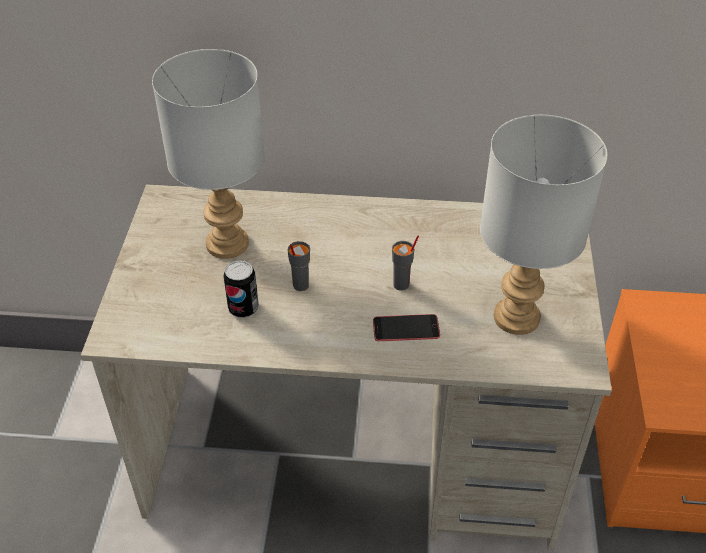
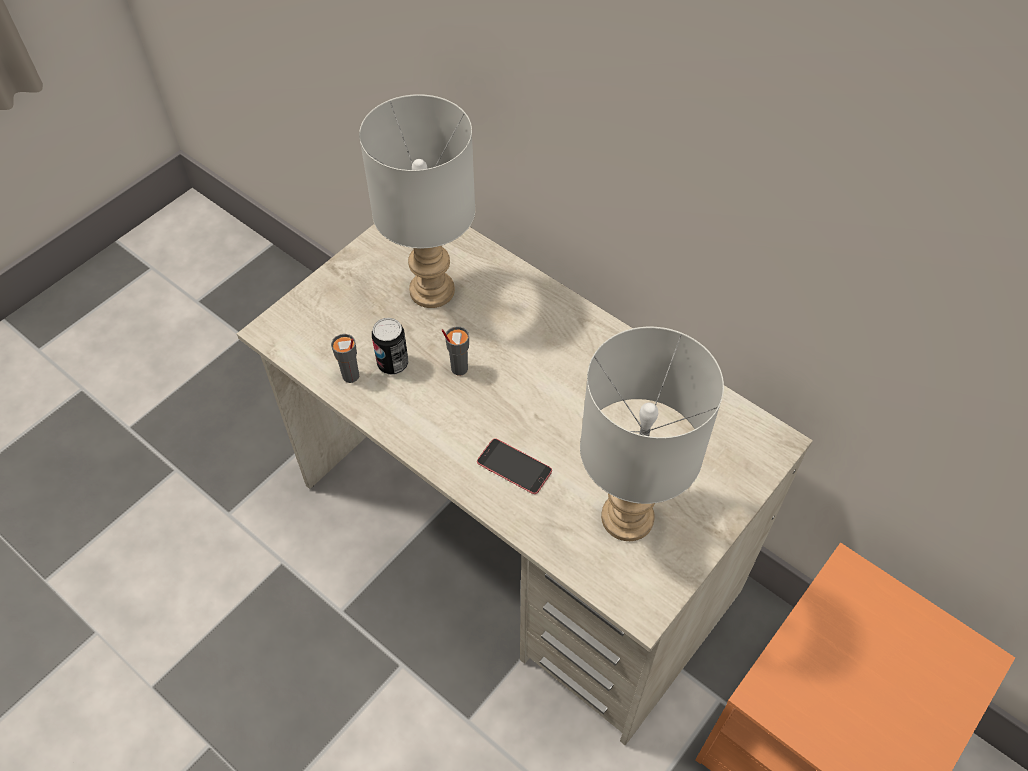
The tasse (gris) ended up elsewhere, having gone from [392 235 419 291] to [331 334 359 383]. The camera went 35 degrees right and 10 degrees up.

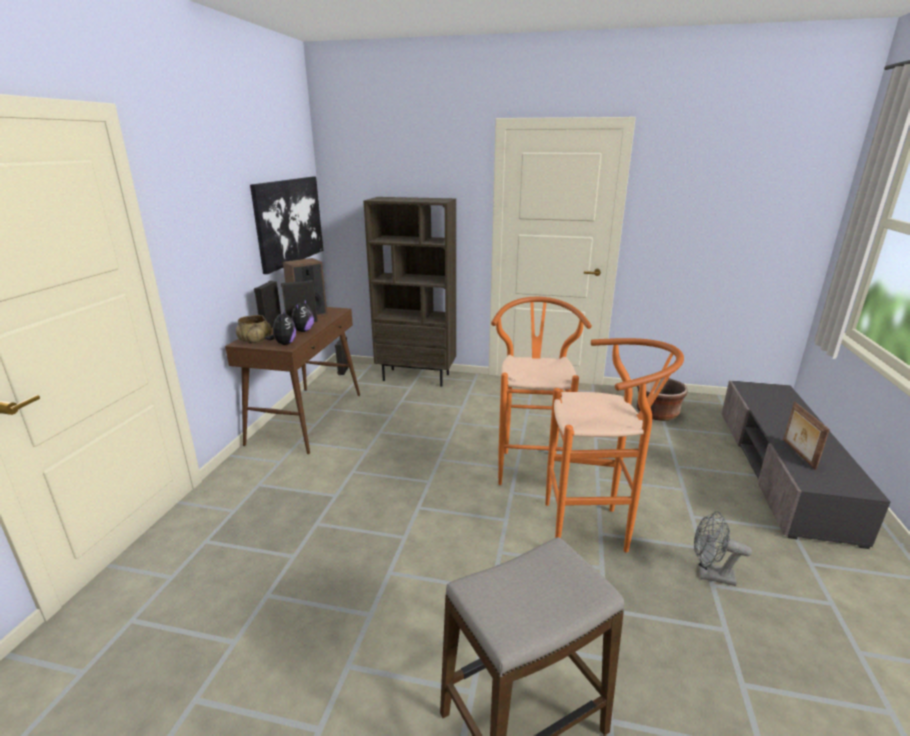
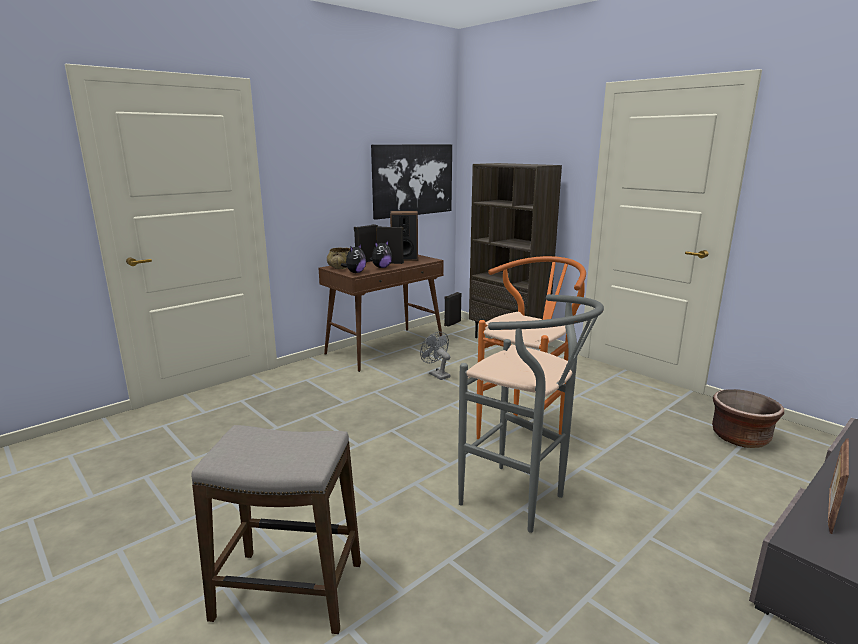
What was the tabouret (orange) at [545 338 684 553] turned into the tabouret (gris) at [458 294 604 533]. The ventilateur (gris) ended up elsewhere, having gone from [694 511 752 586] to [420 332 451 380]. The camera went 35 degrees right and 5 degrees down.

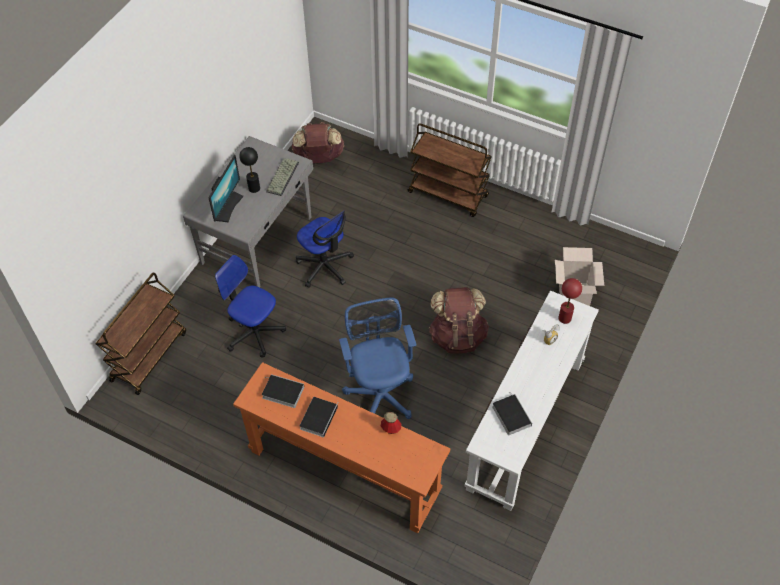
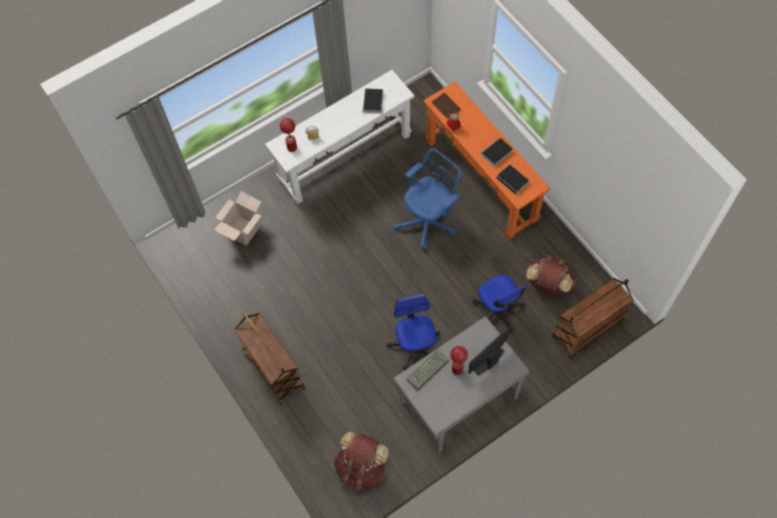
What was the lampe de table (noir) at [239 147 260 193] turned into the lampe de table (rouge) at [450 346 468 375]. The sac à dos (marron) ended up elsewhere, having gone from [429 287 489 354] to [526 255 575 296]. The chaise de bureau (bleu) at [339 298 416 419] ended up facing another way, 150 degrees counterclockwise from before. The second view gained the livre (marron) at [432 93 460 119]. The camera went 150 degrees left and 10 degrees up.

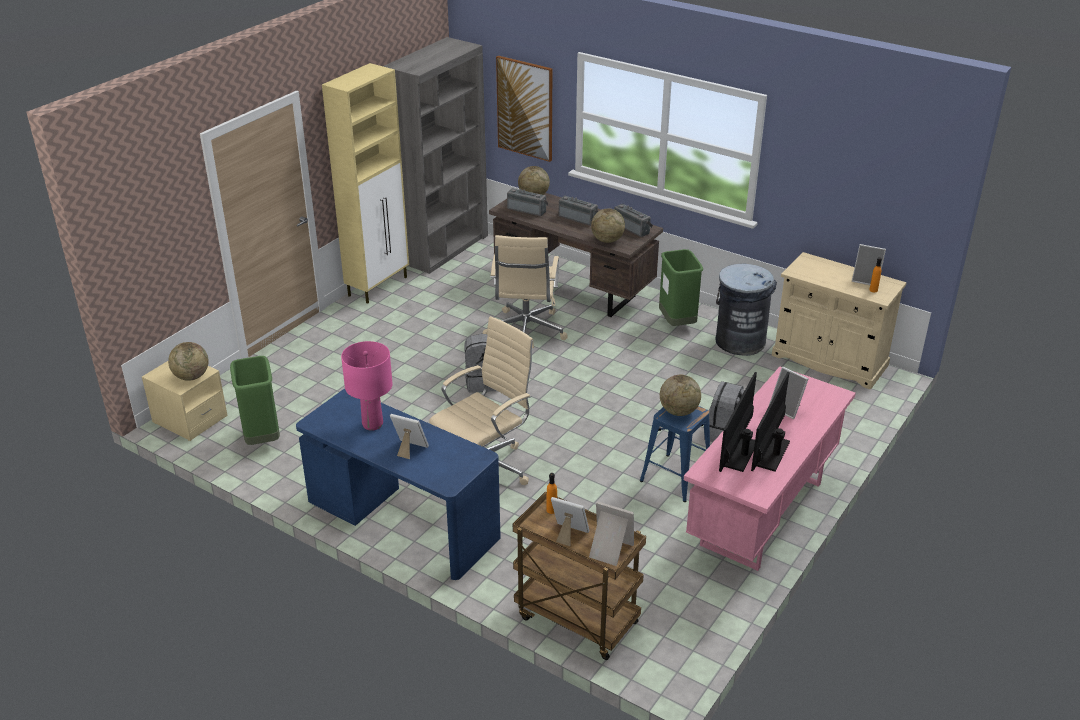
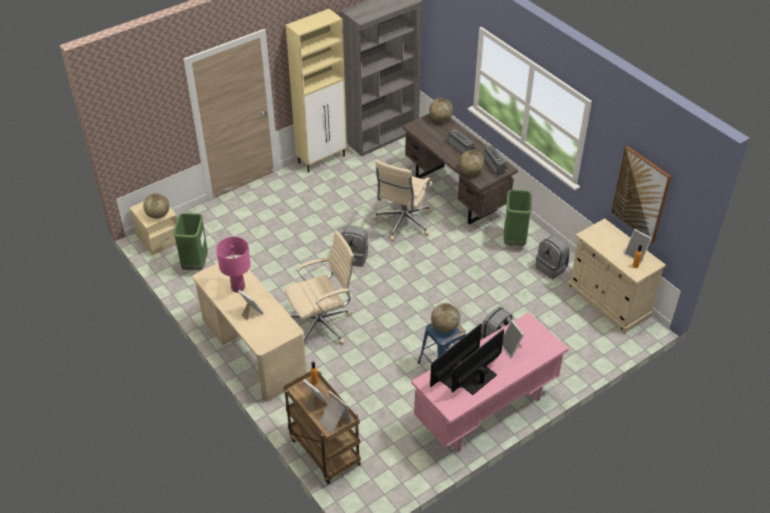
The tableau ended up elsewhere, having gone from [496 56 552 162] to [611 146 671 243]. The second view lost the radio at [507 188 548 216]. Where the poubelle (gris) stood at [716 264 777 356], the sac à dos (gris) came to stand at [535 235 570 279]. What was the bureau (bleu) at [296 389 501 580] turned into the bureau (beige) at [193 255 307 401]. The camera went 20 degrees right and 10 degrees up.

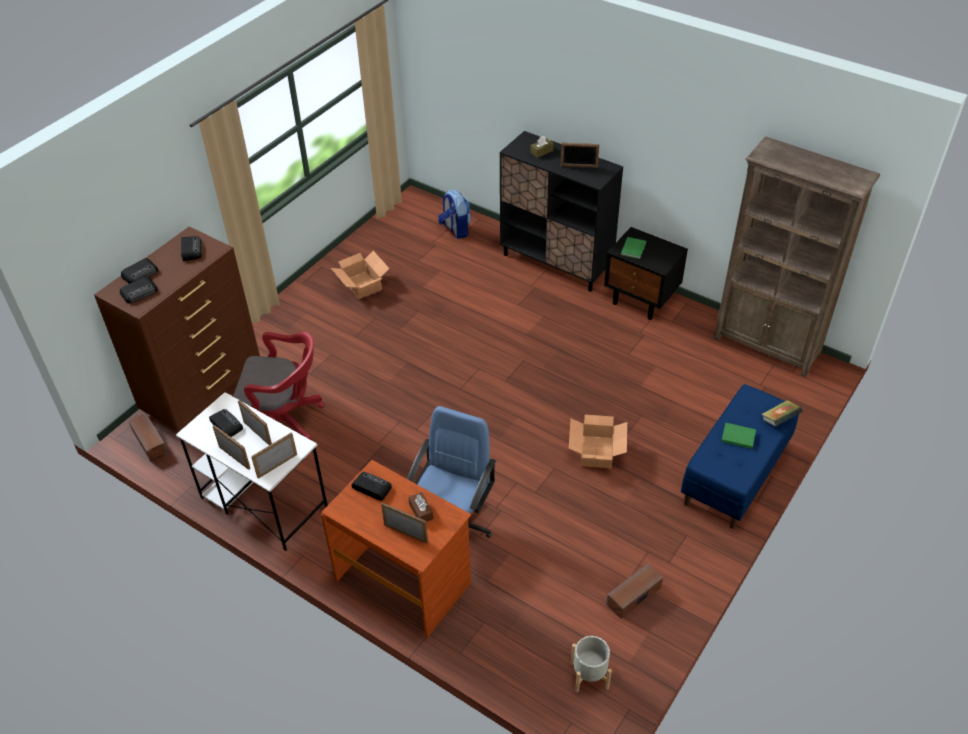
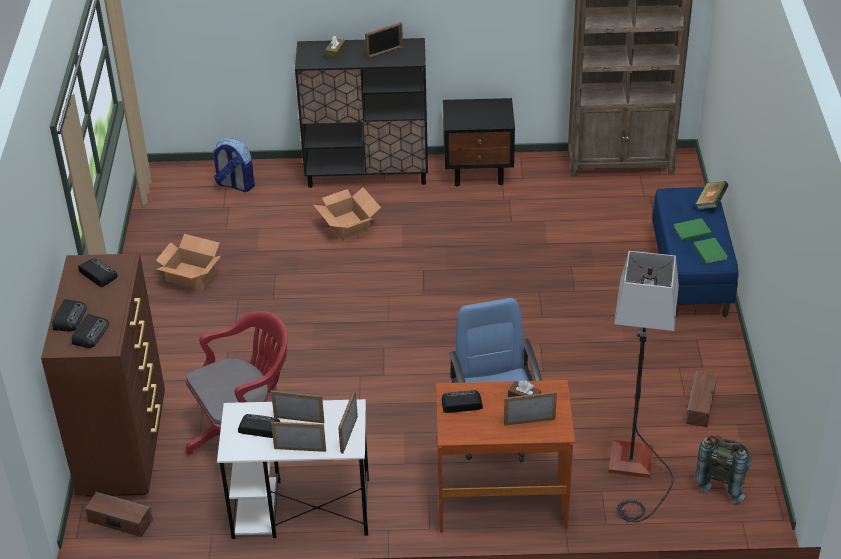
The livre (vert) ended up elsewhere, having gone from [621 237 646 259] to [693 238 728 264]. The carton ended up elsewhere, having gone from [569 415 627 468] to [314 187 381 242]. Where the cache-pot (gris) stood at [571 636 612 692], the sac à dos (gris) came to stand at [695 435 752 503]. The second view gained the lampadaire at [609 251 679 522]. The camera went 35 degrees left and 5 degrees down.

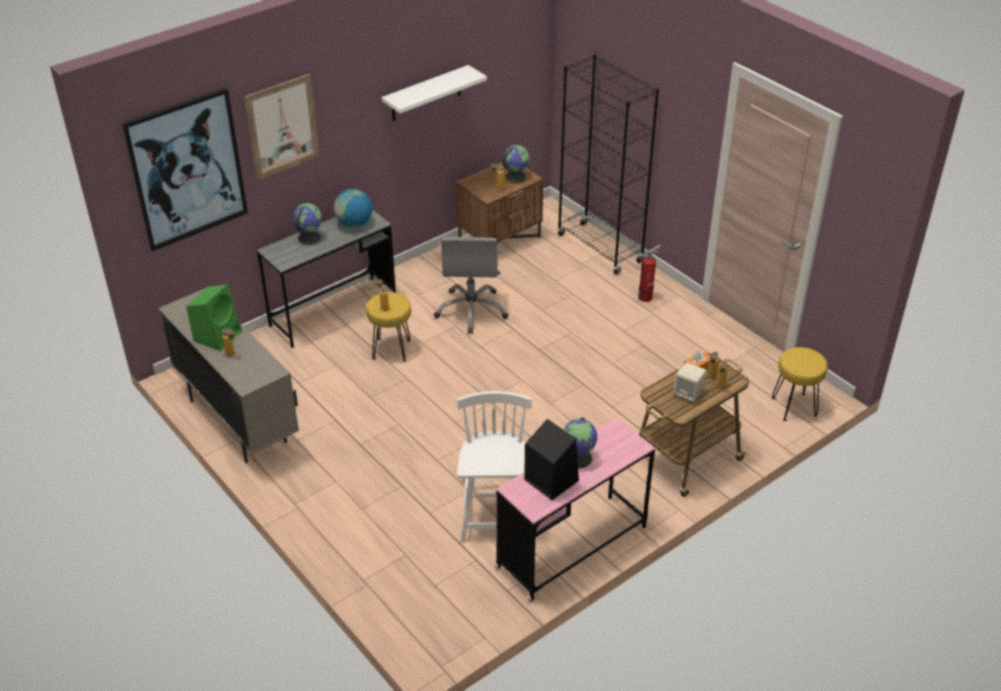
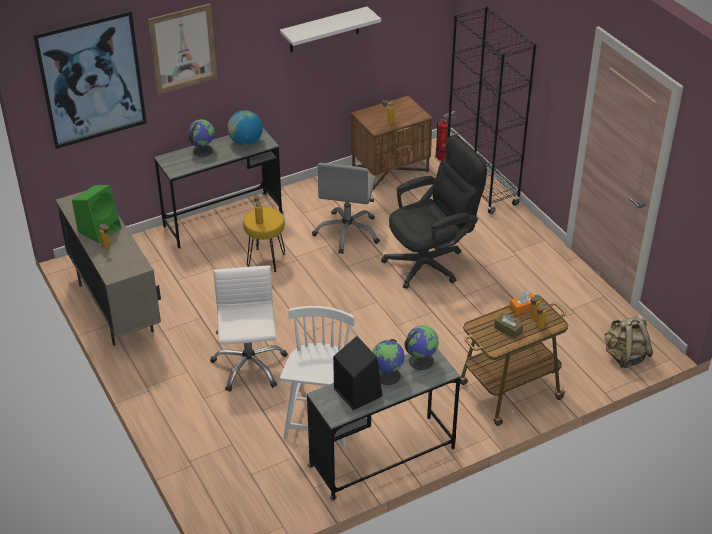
The globe ended up elsewhere, having gone from [502 145 530 183] to [405 325 439 370]. The extincteur ended up elsewhere, having gone from [638 245 661 302] to [435 111 456 160]. Where the tabouret (jaune) stood at [772 347 828 421], the sac à dos (beige) came to stand at [604 315 653 368]. Where the enceinte (beige) stood at [673 363 706 402], the boîte à mouchoirs (marron) came to stand at [494 313 523 339]. What was the bureau (rose) at [495 418 655 602] turned into the bureau (gris) at [307 349 461 501]. The second view gained the chaise de bureau (noir) at [381 135 487 289]. The second view gained the chaise de bureau (blanc) at [210 266 288 392]. The camera went 10 degrees right and 0 degrees up.

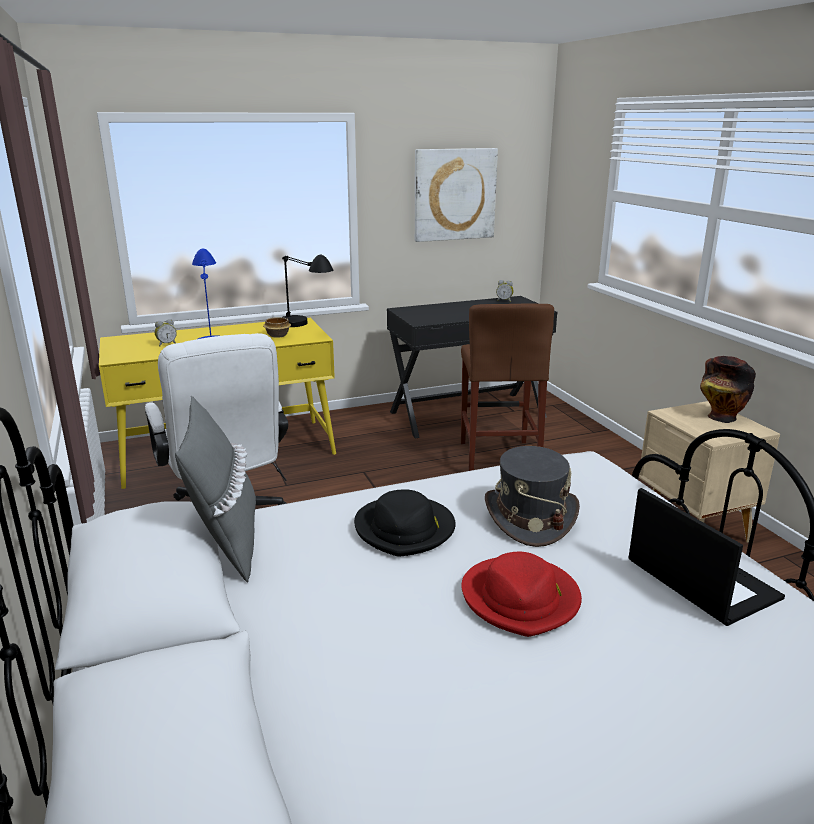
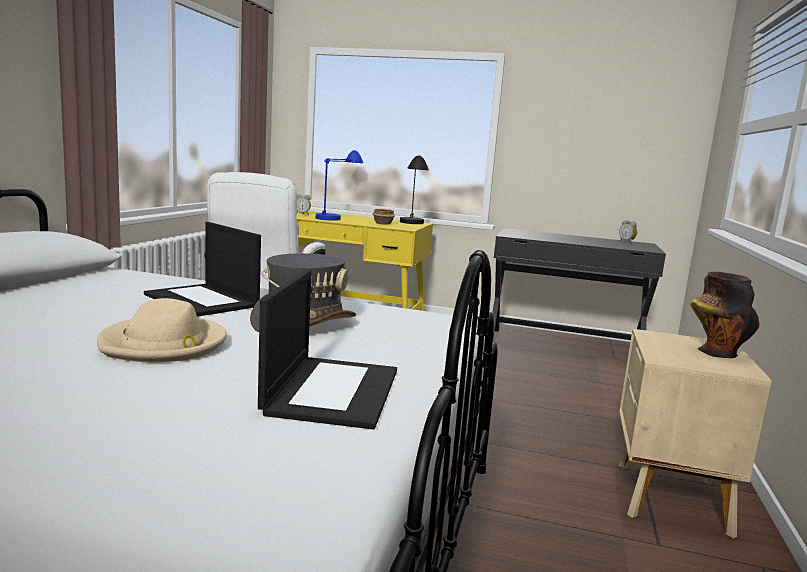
The second view lost the tableau at [415 148 498 242]. The second view lost the tabouret (marron) at [461 304 554 471]. The second view lost the coussin (gris) at [175 396 256 583]. Where the chapeau (noir) stood at [354 489 456 557], the ordinateur portable came to stand at [144 222 261 317]. What was the chapeau (rouge) at [461 552 582 637] turned into the chapeau (beige) at [97 298 227 363]. The camera went 35 degrees right and 10 degrees down.

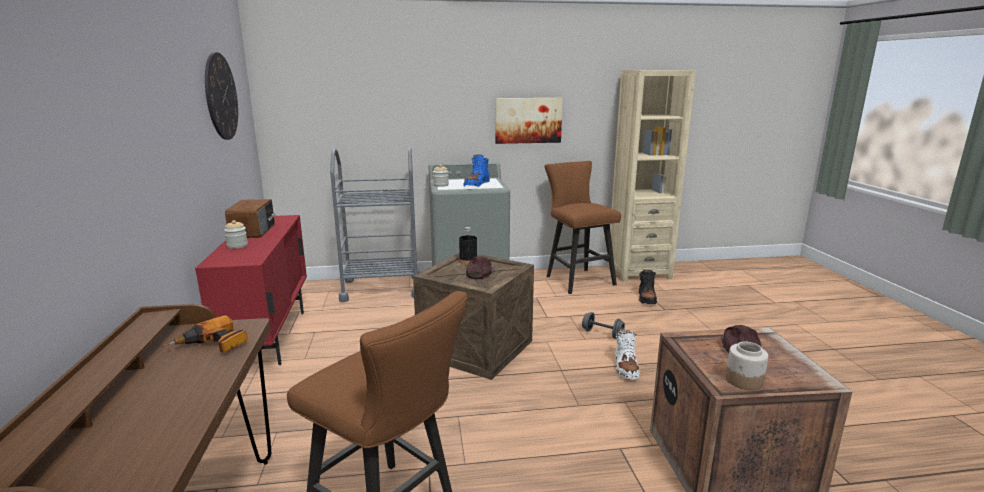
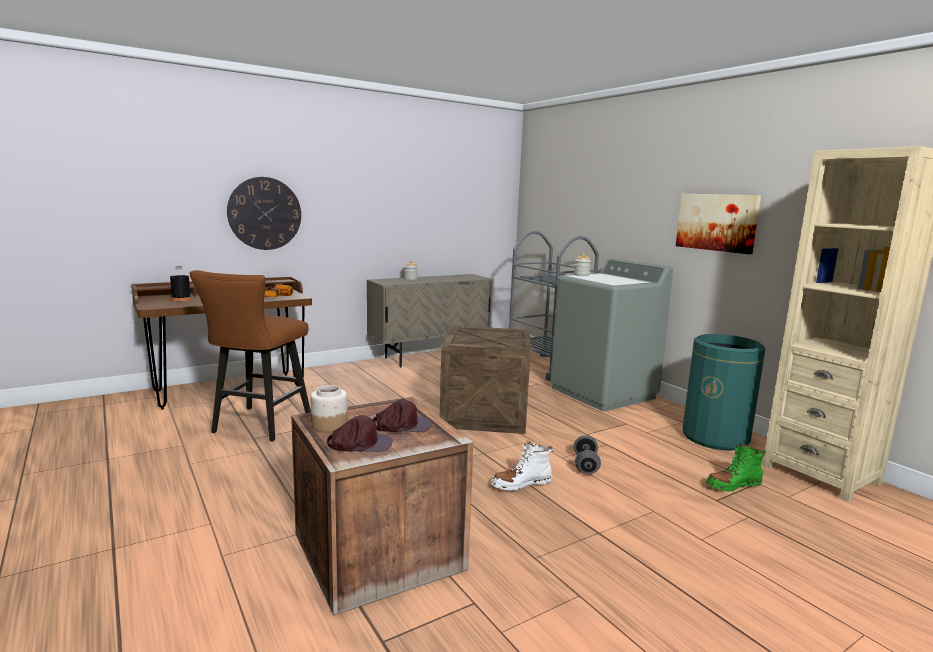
The horloge murale ended up elsewhere, having gone from [205 52 238 140] to [227 177 301 250]. The second view lost the botte (bleu) at [463 154 490 187]. Where the tabouret (marron) stood at [545 161 621 294], the poubelle (vert) came to stand at [683 334 765 451]. The second view lost the radio at [225 199 275 238]. What was the meuble de rangement (rouge) at [195 215 307 365] turned into the meuble de rangement (beige) at [366 274 493 368]. The bouteille (noir) ended up elsewhere, having gone from [459 227 477 264] to [170 266 191 302]. The casquette (marron) ended up elsewhere, having gone from [466 256 495 279] to [327 415 392 452]. What was the botte (noir) at [639 270 657 304] turned into the botte (vert) at [705 443 766 492]. The camera went 65 degrees right and 5 degrees down.

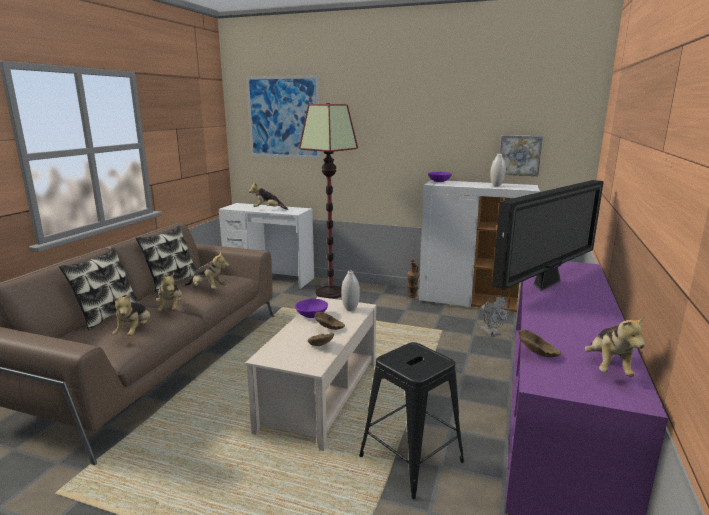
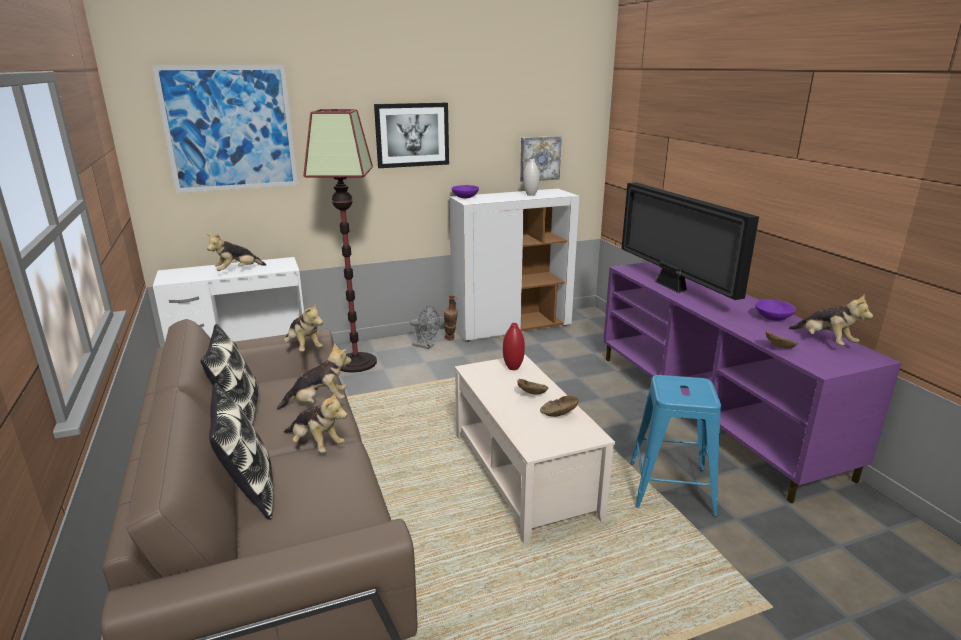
The téléviseur at [492 180 604 291] ended up facing another way, 150 degrees clockwise from before. What was the vase (blanc) at [341 271 360 311] turned into the vase (rouge) at [503 323 525 370]. The peluche ended up elsewhere, having gone from [113 293 150 336] to [284 302 323 352]. The ventilateur (gris) ended up elsewhere, having gone from [479 295 510 336] to [410 306 440 349]. The bol (violet) ended up elsewhere, having gone from [295 299 328 318] to [755 299 796 321]. What was the tabouret (noir) at [359 342 464 499] turned into the tabouret (bleu) at [630 375 721 517]. The second view gained the tableau at [374 103 449 168]. The camera went 40 degrees left and 5 degrees up.

